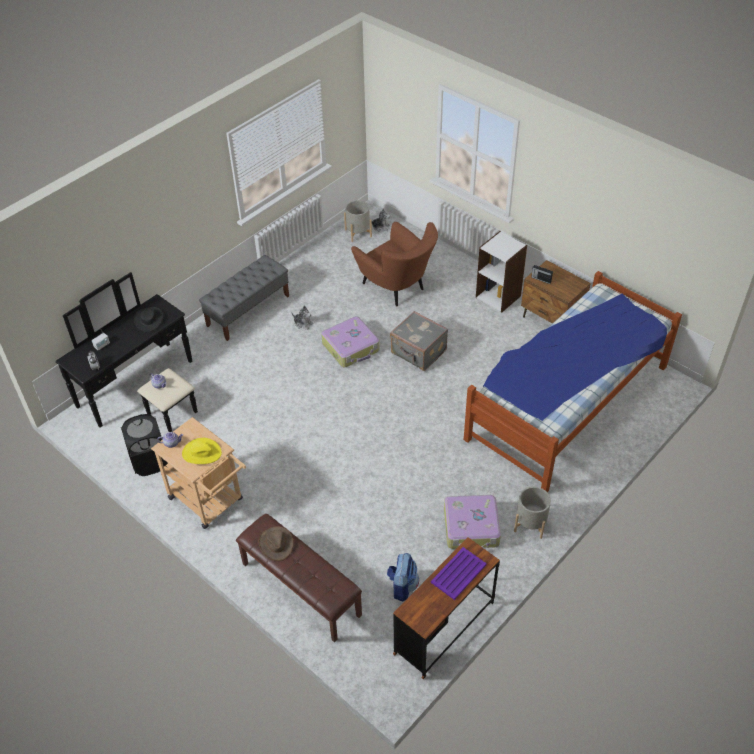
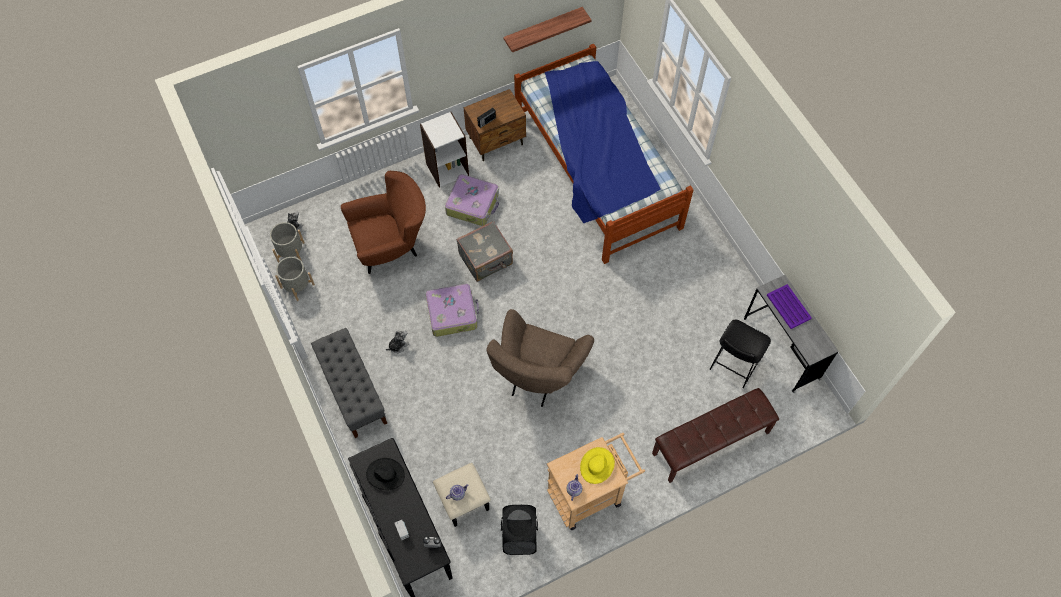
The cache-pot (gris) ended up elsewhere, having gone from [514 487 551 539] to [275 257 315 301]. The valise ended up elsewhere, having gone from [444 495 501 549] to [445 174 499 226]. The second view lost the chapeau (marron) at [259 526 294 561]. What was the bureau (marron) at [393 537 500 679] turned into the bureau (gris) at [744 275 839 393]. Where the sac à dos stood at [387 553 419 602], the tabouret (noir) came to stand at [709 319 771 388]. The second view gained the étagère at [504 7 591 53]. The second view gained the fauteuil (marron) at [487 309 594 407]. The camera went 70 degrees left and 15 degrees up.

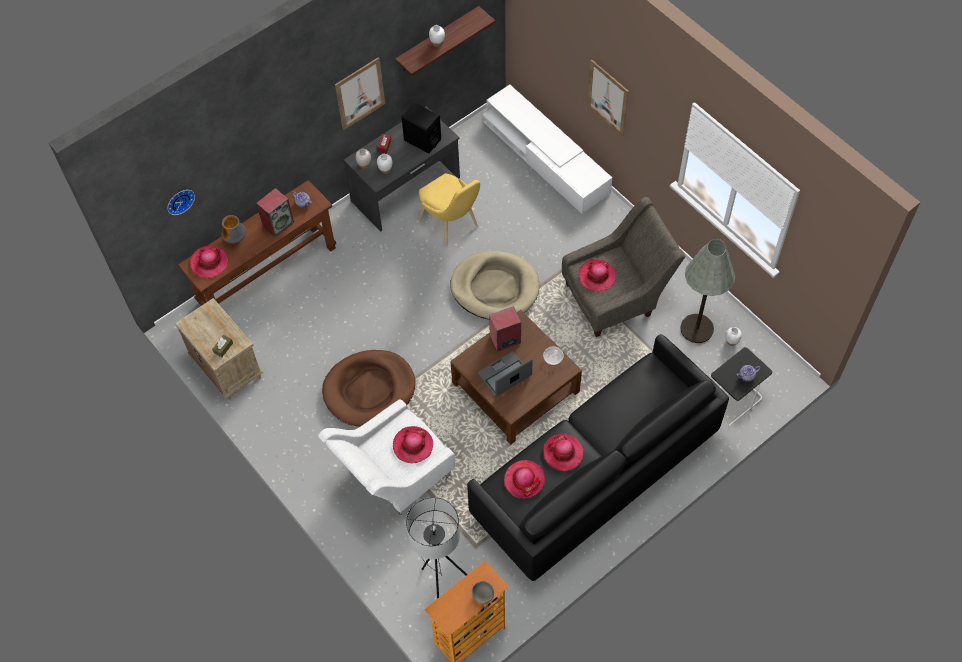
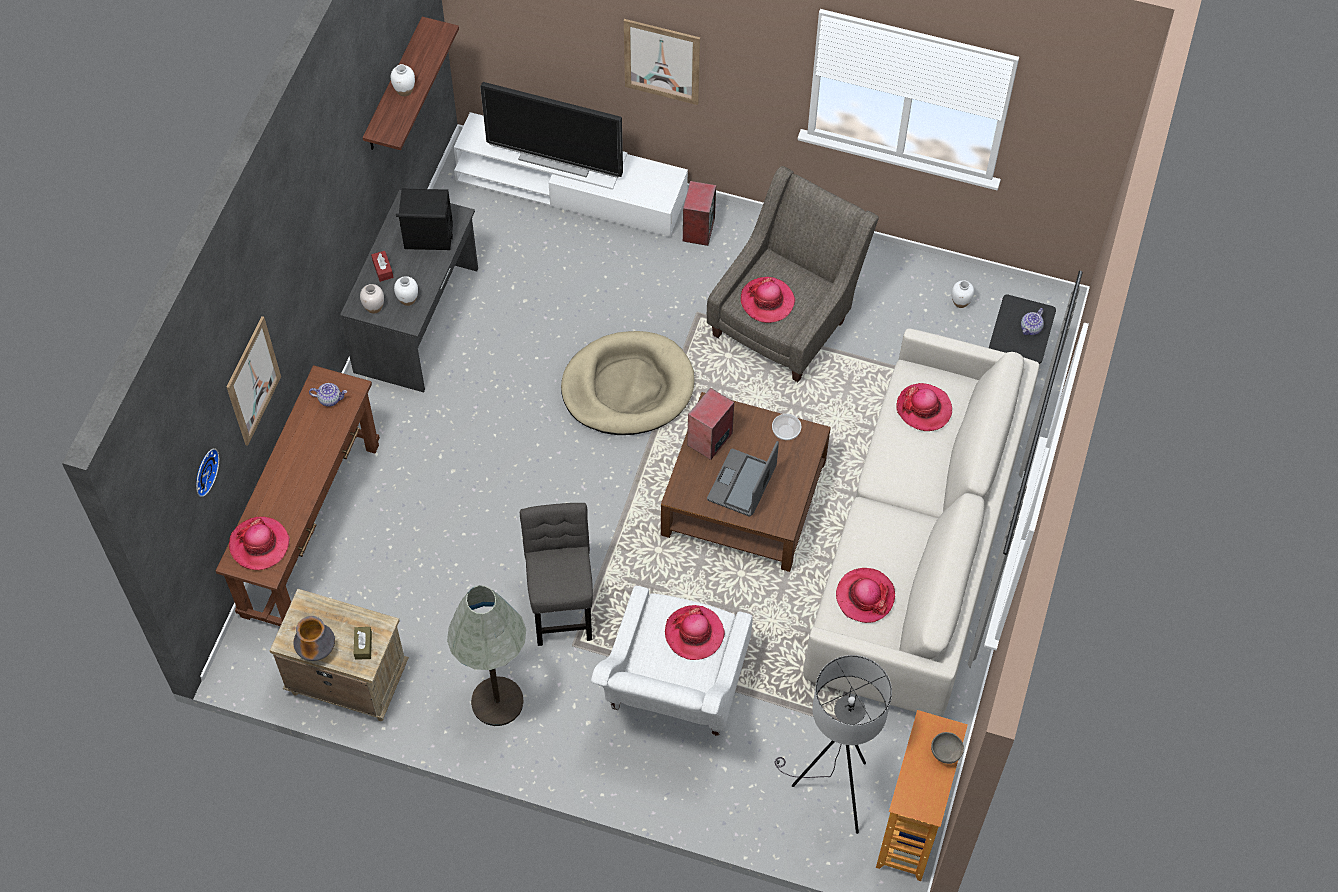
The tableau ended up elsewhere, having gone from [335 57 385 130] to [227 316 281 446]. The second view lost the chaise (jaune) at [418 173 480 247]. The enceinte ended up elsewhere, having gone from [256 188 294 237] to [683 181 716 246]. The vase ended up elsewhere, having gone from [221 215 246 244] to [293 616 335 661]. The lampadaire (gris) ended up elsewhere, having gone from [681 239 735 343] to [447 585 526 726]. What was the canapé (noir) at [467 334 729 581] turned into the canapé (blanc) at [803 328 1039 717]. Where the panier pour chien (marron) stood at [322 350 416 427], the chaise (gris) came to stand at [520 503 593 646]. The chapeau ended up elsewhere, having gone from [543 434 584 471] to [896 383 952 431]. The second view gained the téléviseur at [480 82 623 178]. The camera went 35 degrees left and 0 degrees up.

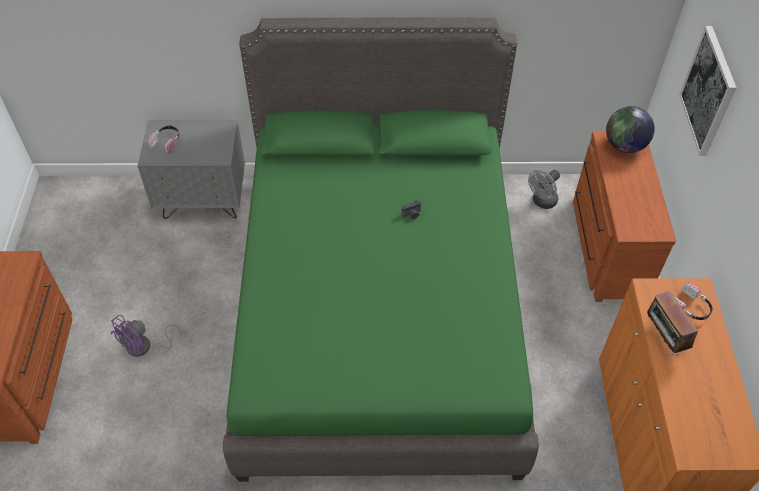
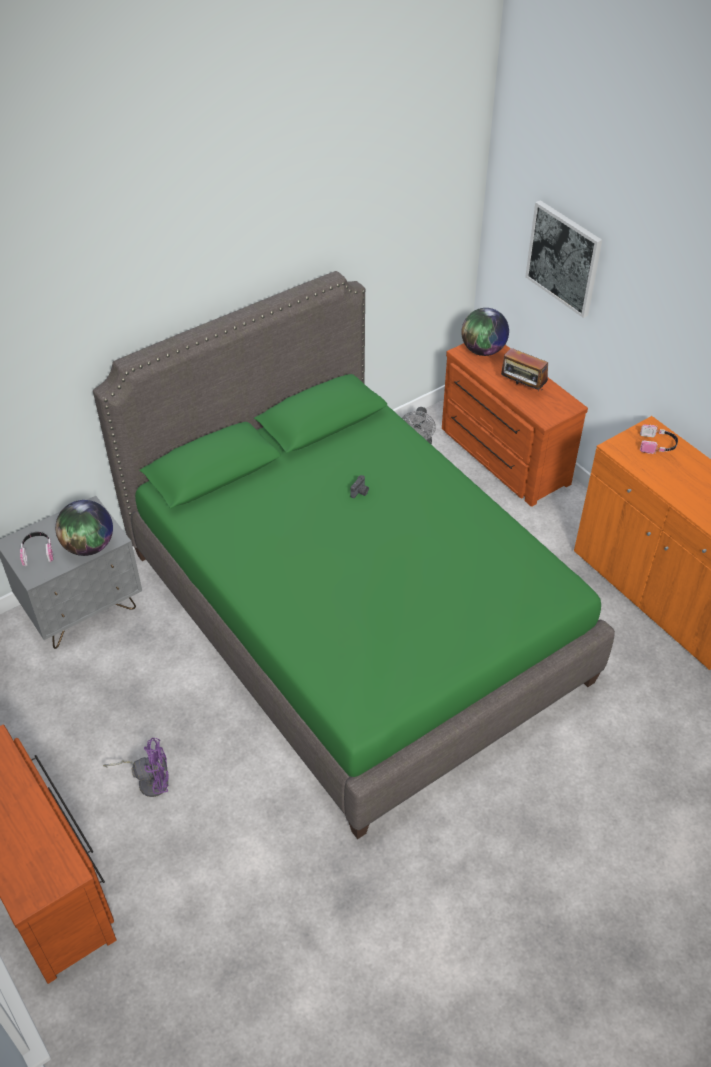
The radio ended up elsewhere, having gone from [647 291 698 356] to [501 348 548 391]. The ventilateur (violet) at [111 315 182 357] ended up facing another way, 105 degrees counterclockwise from before. The second view gained the globe at [55 500 113 556]. The camera went 35 degrees left and 5 degrees down.

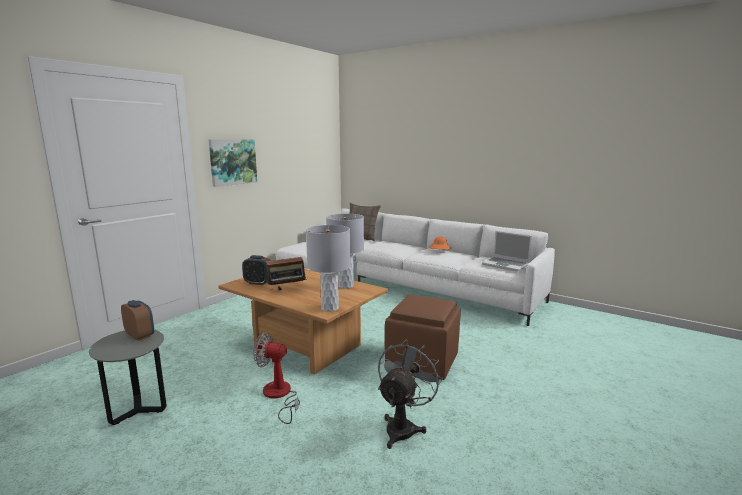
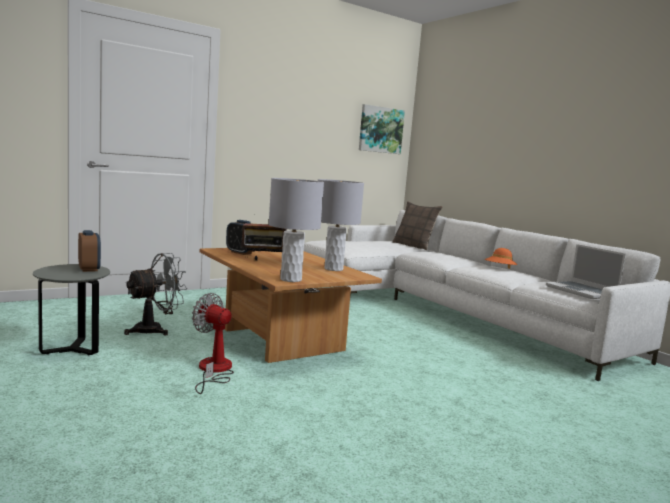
The tableau ended up elsewhere, having gone from [209 139 257 187] to [359 104 405 154]. The second view lost the pouf (marron) at [385 295 461 380]. The ventilateur (gris) ended up elsewhere, having gone from [378 339 443 449] to [124 253 187 335]. The camera went 20 degrees right and 5 degrees down.

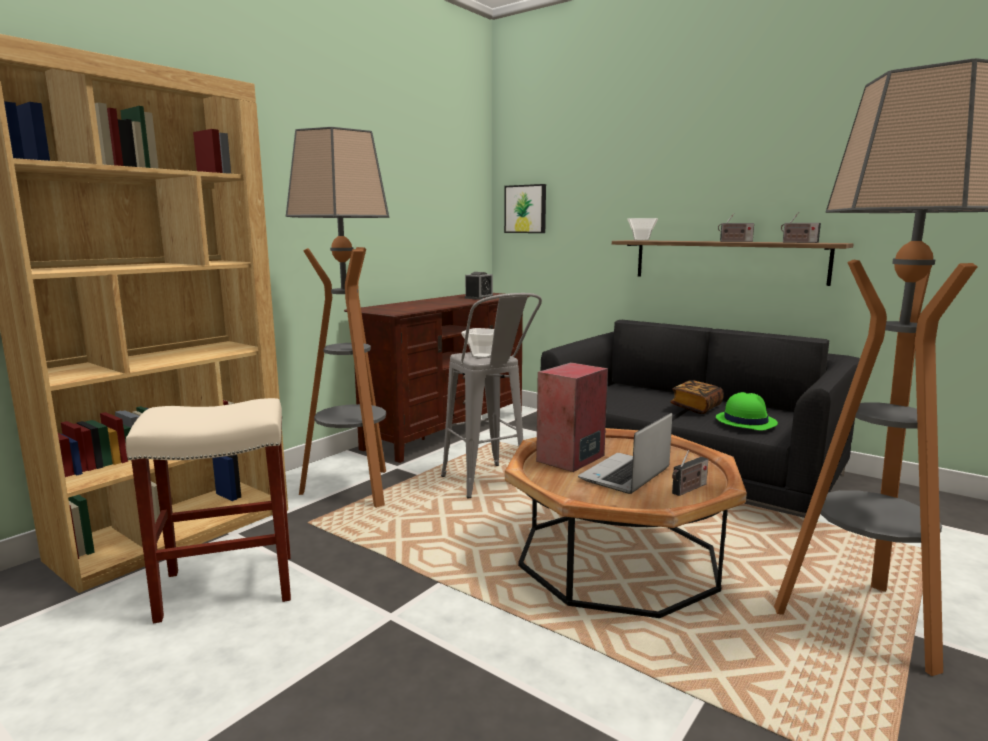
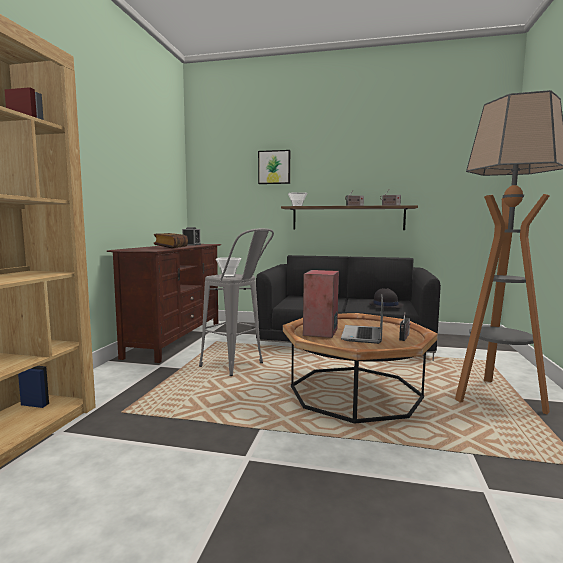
The second view lost the lampadaire at [286 127 389 508]. The tableau ended up elsewhere, having gone from [504 184 546 233] to [258 150 290 184]. The livre ended up elsewhere, having gone from [670 380 724 414] to [153 233 188 248]. What was the chapeau (vert) at [716 392 778 431] turned into the chapeau (noir) at [369 288 404 308]. The second view lost the tabouret (beige) at [126 398 291 623]. The camera went 25 degrees left and 5 degrees down.

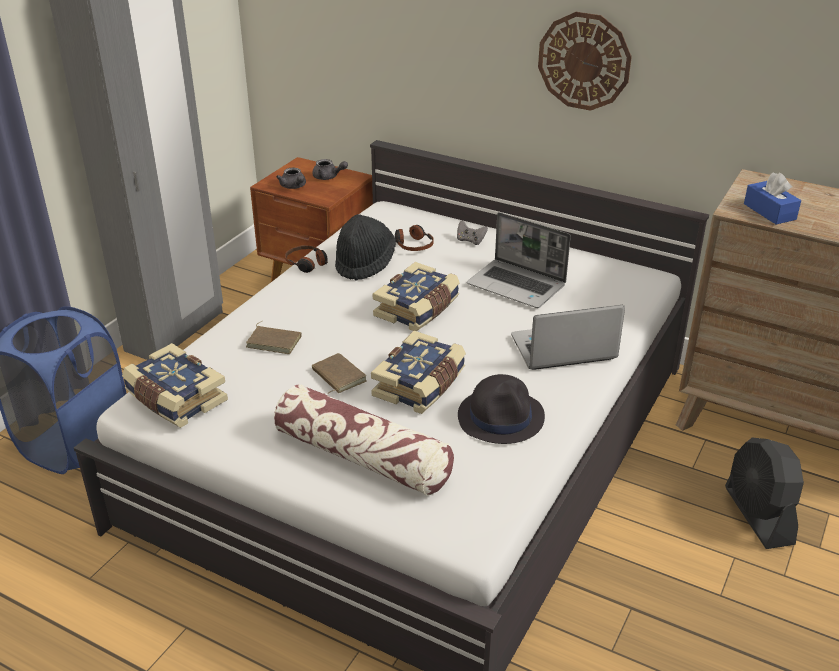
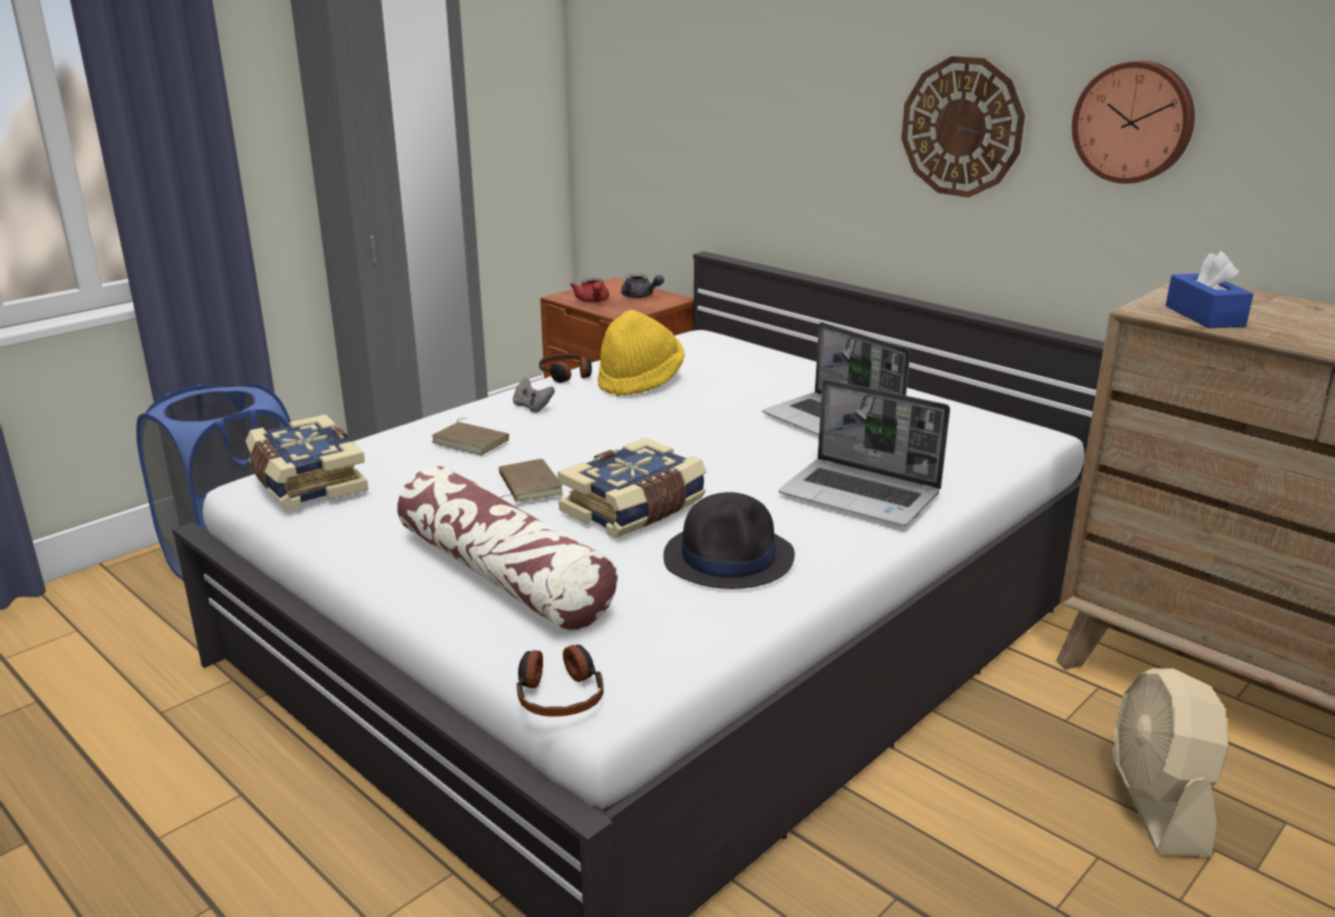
What was the théière (gris) at [276 168 306 189] turned into the théière (rouge) at [570 278 609 303]. What was the chapeau (noir) at [335 214 396 281] turned into the chapeau (jaune) at [597 310 685 396]. The manette (gris) ended up elsewhere, having gone from [457 220 488 245] to [513 377 555 413]. The casque audio ended up elsewhere, having gone from [395 225 434 251] to [517 644 604 717]. The second view lost the livre at [373 262 460 331]. The ordinateur portable at [511 305 625 370] ended up facing another way, 150 degrees counterclockwise from before. What was the ventilateur (noir) at [725 437 804 549] turned into the ventilateur (beige) at [1112 668 1229 857]. The second view gained the horloge murale at [1072 61 1195 184]. The camera went 15 degrees right and 10 degrees down.

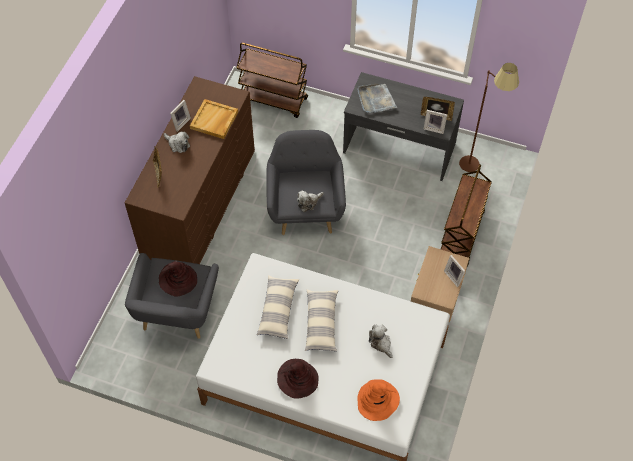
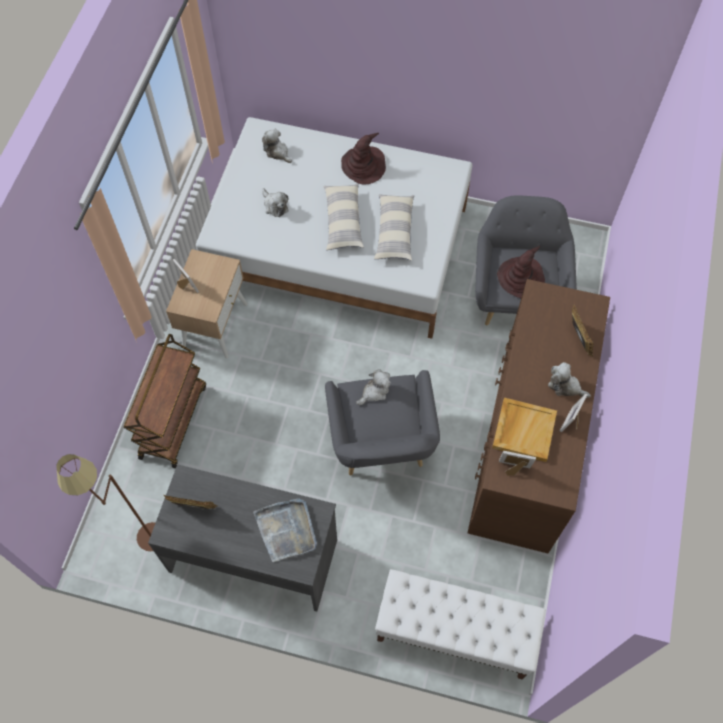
Where the chariot (marron) stood at [236 43 308 118], the banc (blanc) came to stand at [375 569 546 680]. The cadre photo ended up elsewhere, having gone from [424 110 447 134] to [499 451 536 476]. Where the chapeau (orange) stood at [357 379 400 421], the peluche came to stand at [262 128 292 163]. The camera went 175 degrees right and 5 degrees up.

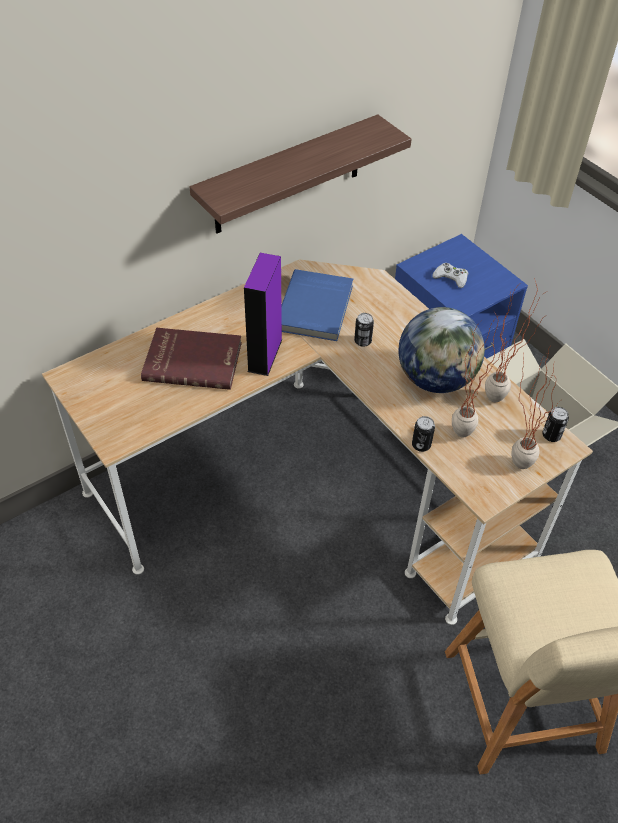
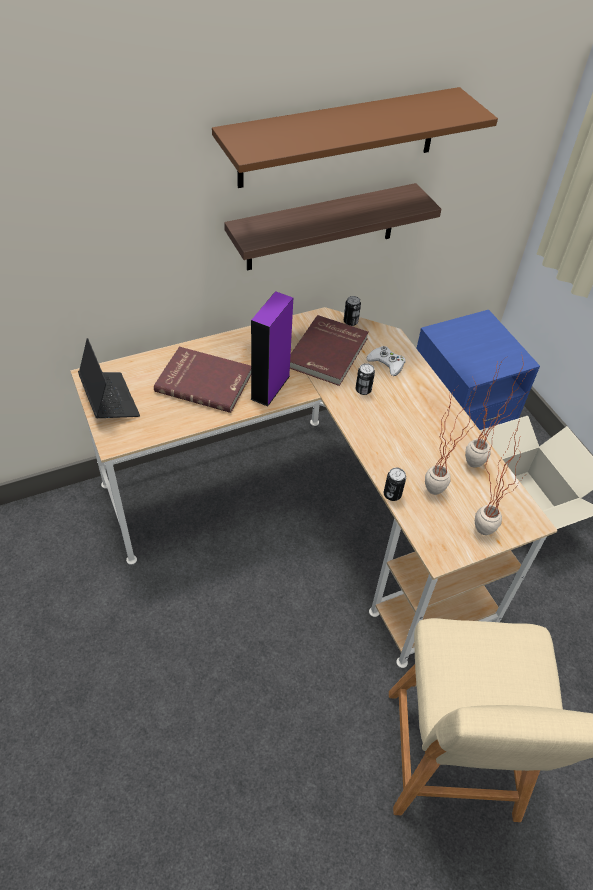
The manette (blanc) ended up elsewhere, having gone from [432 263 468 288] to [366 346 405 376]. What was the livre (bleu) at [281 269 353 341] turned into the livre (rouge) at [290 315 369 386]. The second view lost the globe at [398 307 485 393]. The boîte métallique ended up elsewhere, having gone from [542 407 569 442] to [344 296 361 326]. The second view gained the étagère (marron) at [212 87 498 188]. The second view gained the ordinateur portable at [78 338 140 418]. The camera went 10 degrees right and 0 degrees up.

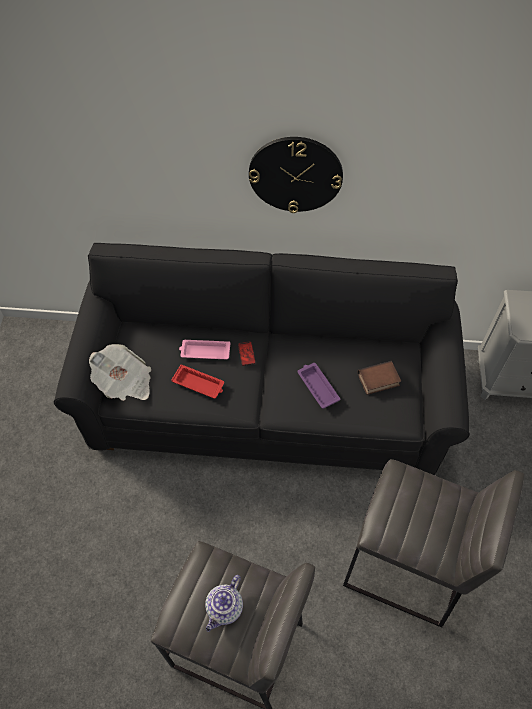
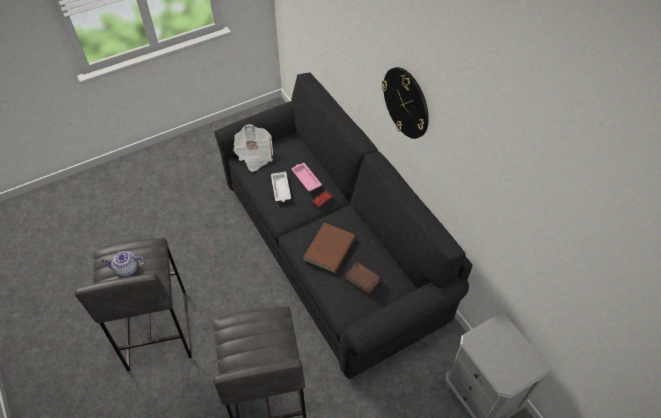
Where the plateau (violet) stood at [297 363 340 409], the livre (marron) came to stand at [303 223 356 273]. What was the plateau (rouge) at [172 364 224 398] turned into the plateau (blanc) at [271 172 291 202]. The camera went 55 degrees right and 5 degrees down.

